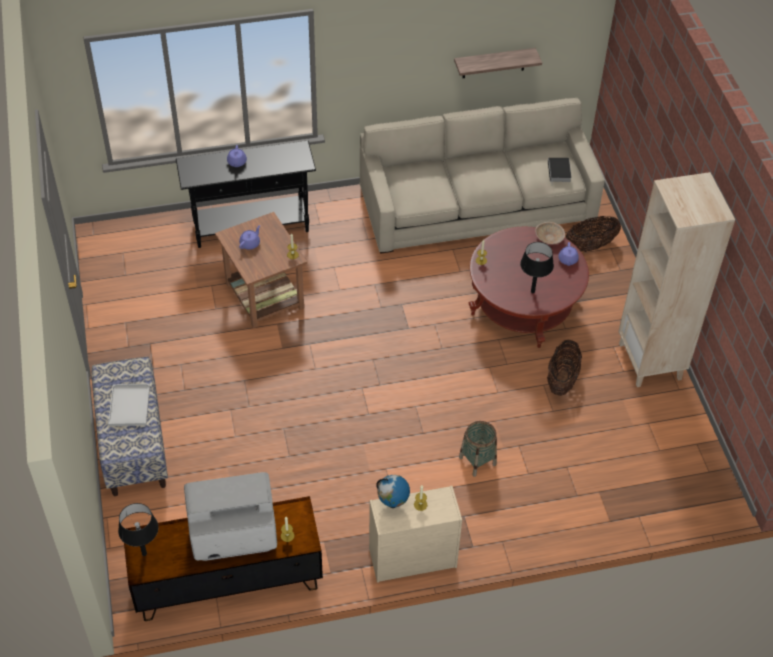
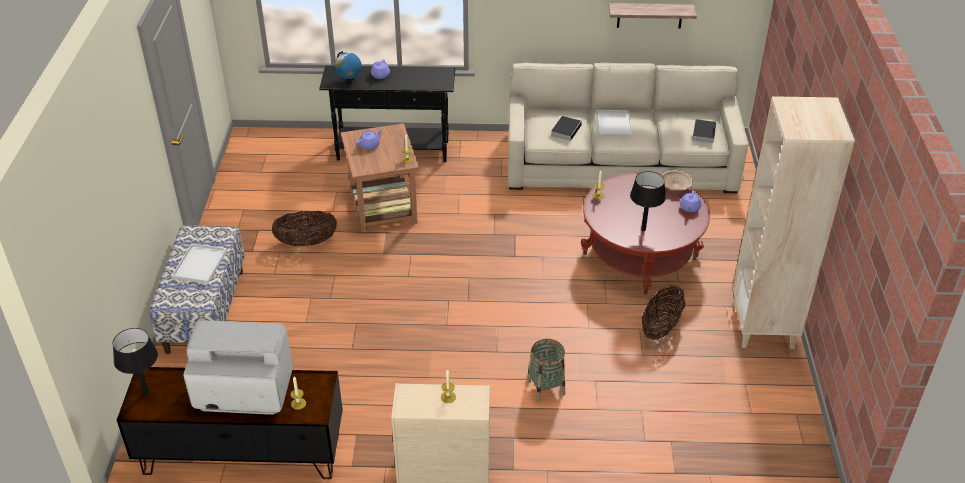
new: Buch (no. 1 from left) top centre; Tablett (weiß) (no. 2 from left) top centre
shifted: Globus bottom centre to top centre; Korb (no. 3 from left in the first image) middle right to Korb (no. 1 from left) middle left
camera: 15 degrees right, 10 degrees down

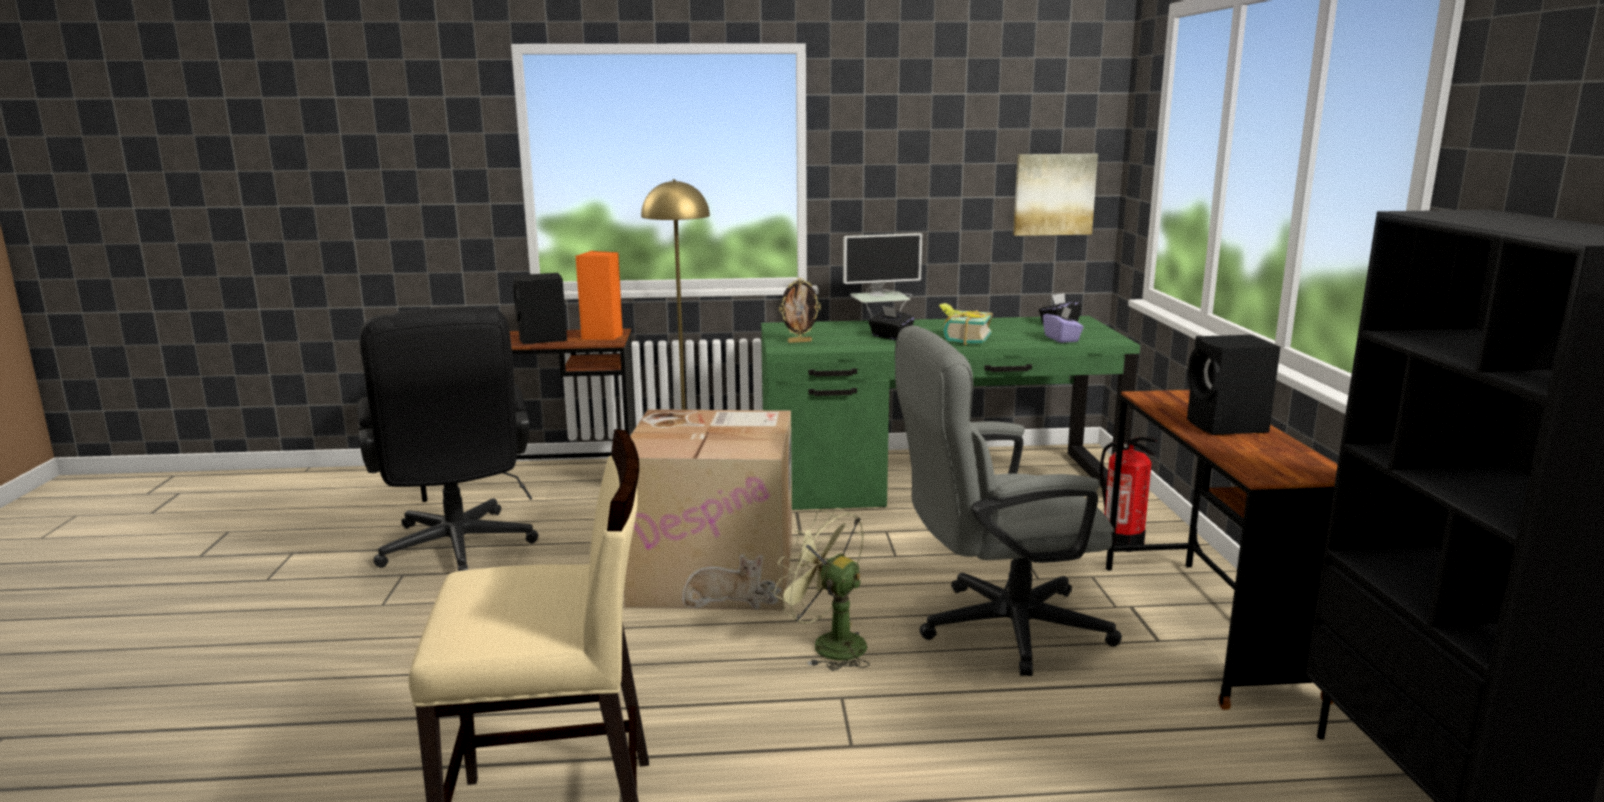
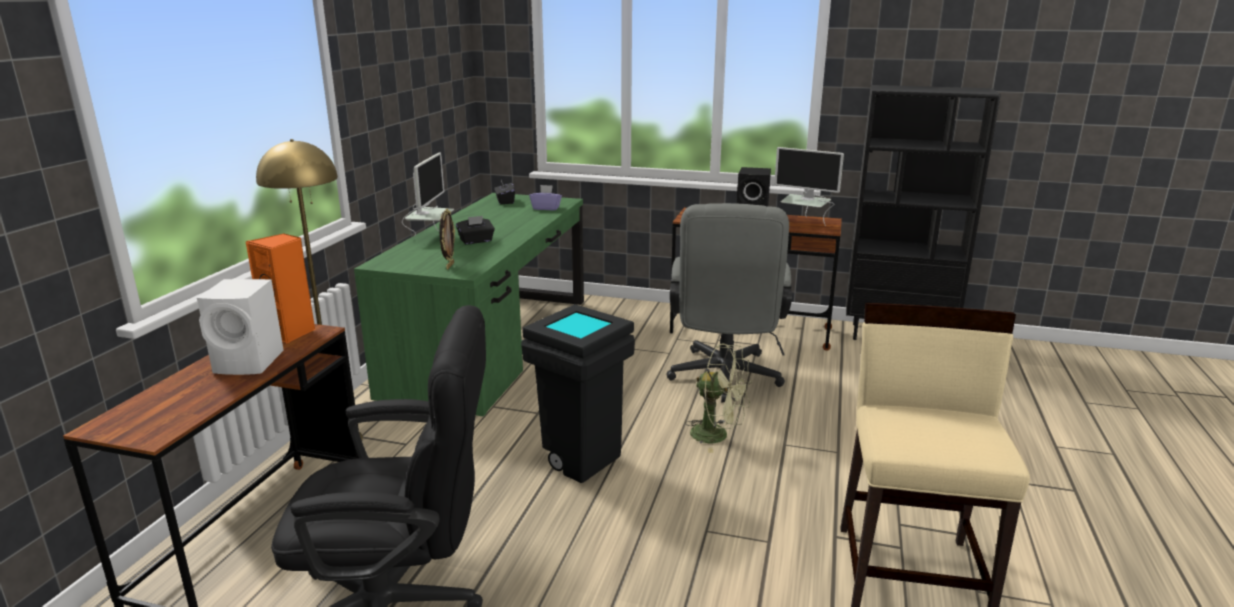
gone: Buch centre; Bild top centre; Feuerlöscher middle right
new: Monitor (no. 2 from left) top centre
swapped: Karton centre to Mülleimer (schwarz) centre
repainted: Lautsprecher (schwarz) (no. 1 from left) centre to Lautsprecher (weiß) middle left
rotated: Ventilator (grün) bottom centre = centre 120 degrees counterclockwise
camera: 70 degrees left, 5 degrees up

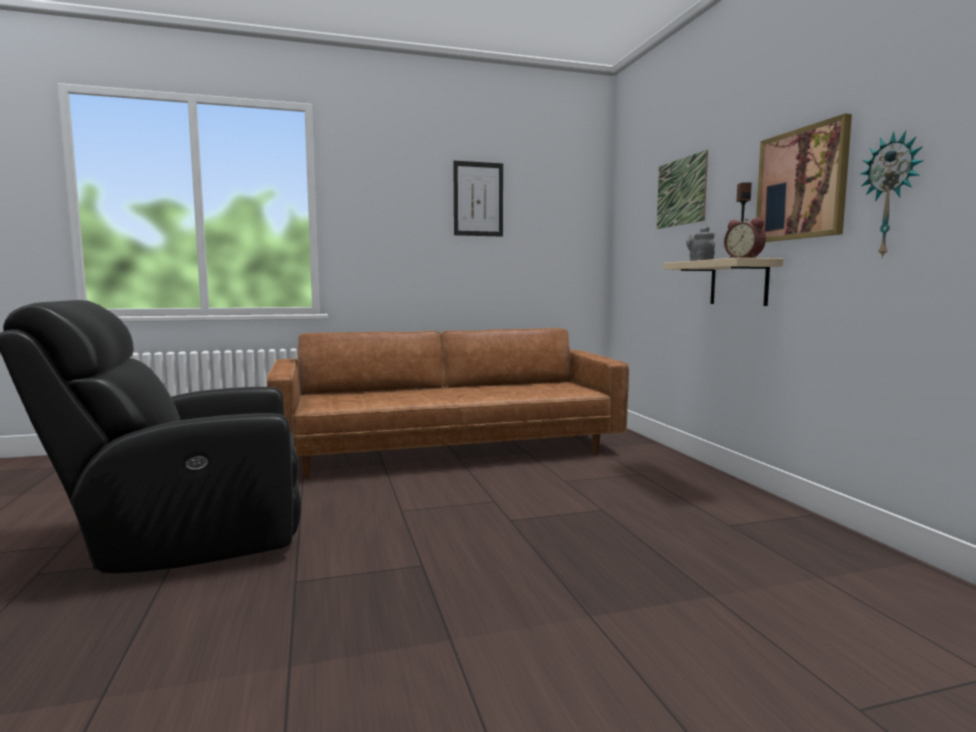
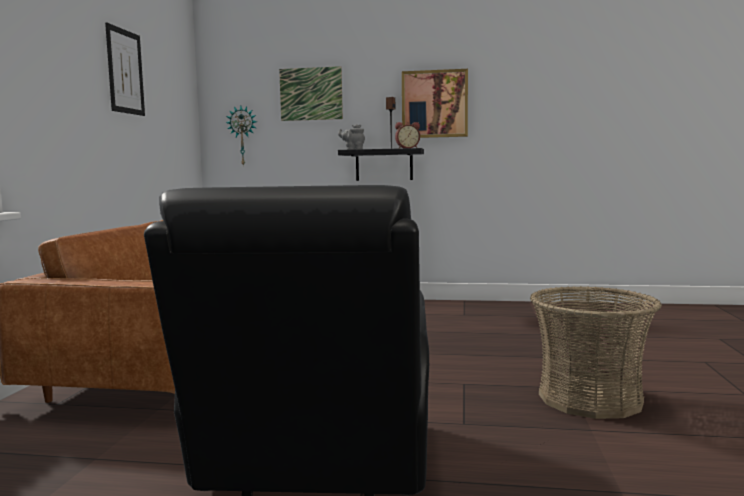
new: Korb bottom right
shifted: Wanduhr top right to top left
repainted: Wandregal (beige) middle right to Wandregal (schwarz) top centre
camera: 65 degrees left, 0 degrees up

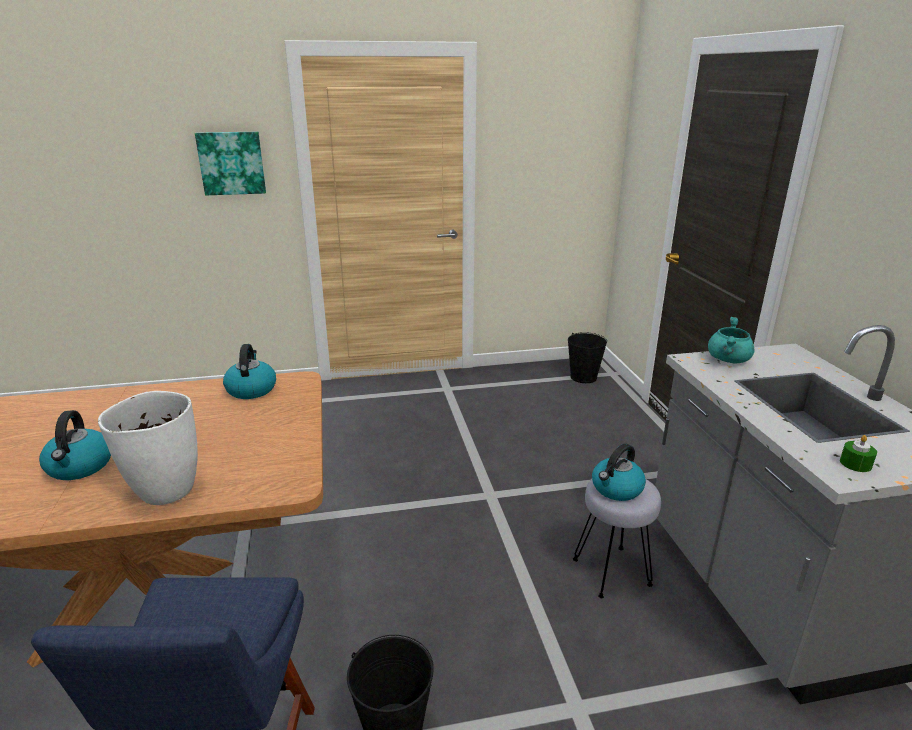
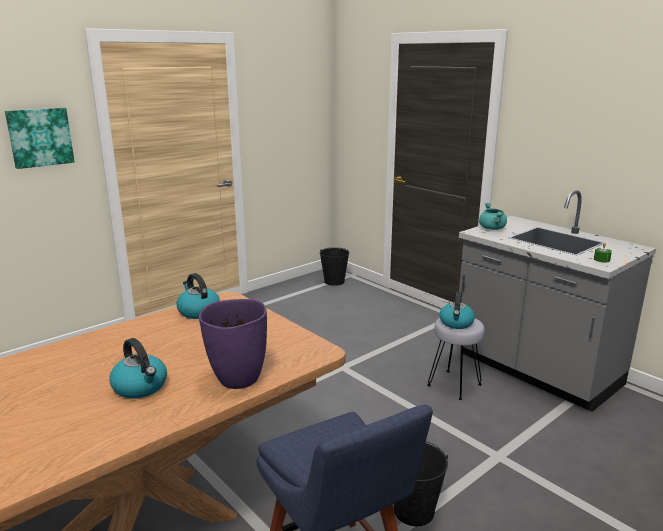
repainted: Vase (weiß) middle left to Vase (lila) centre
camera: 30 degrees left, 5 degrees down

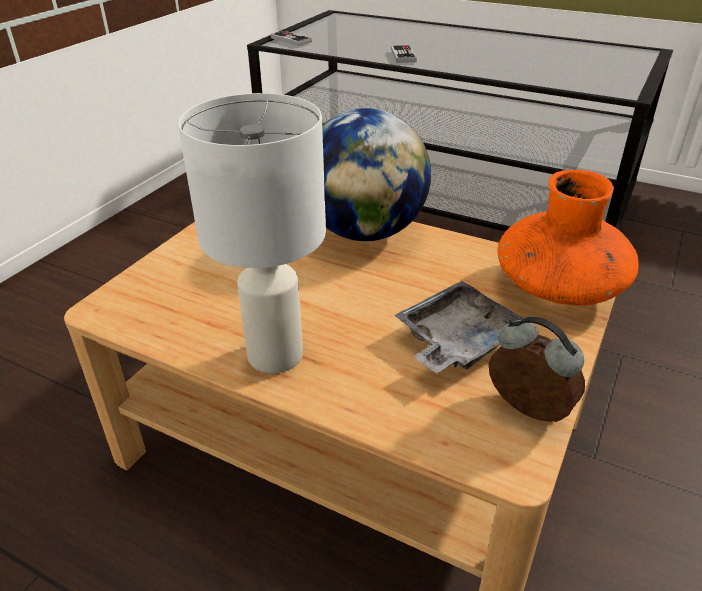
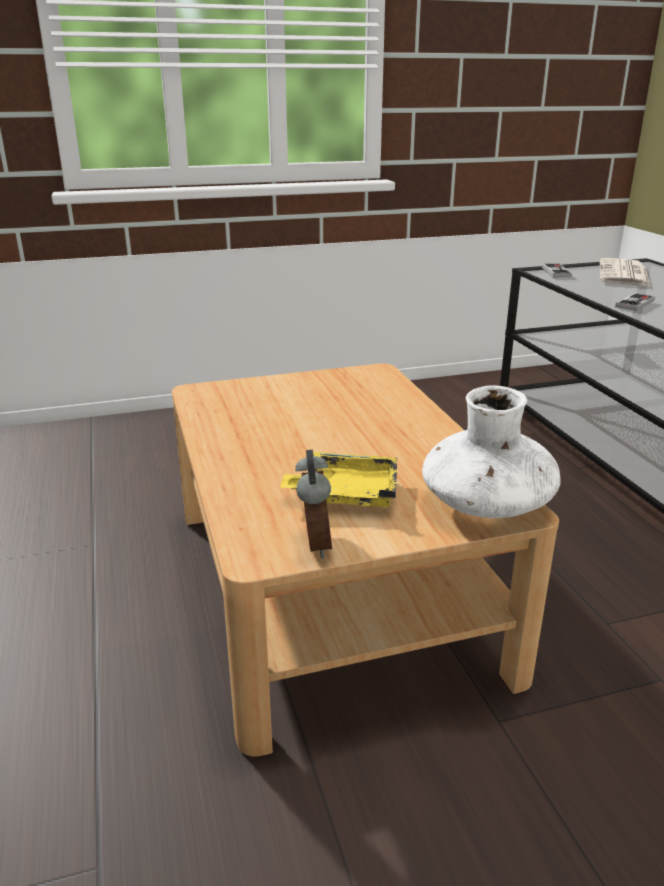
gone: Tischlampe (weiß) centre; Globus top centre
new: Zeitung top right
repainted: Tablett (grau) centre to Tablett (gelb) centre; Vase (orange) middle right to Vase (weiß) middle right
camera: 45 degrees right, 10 degrees down

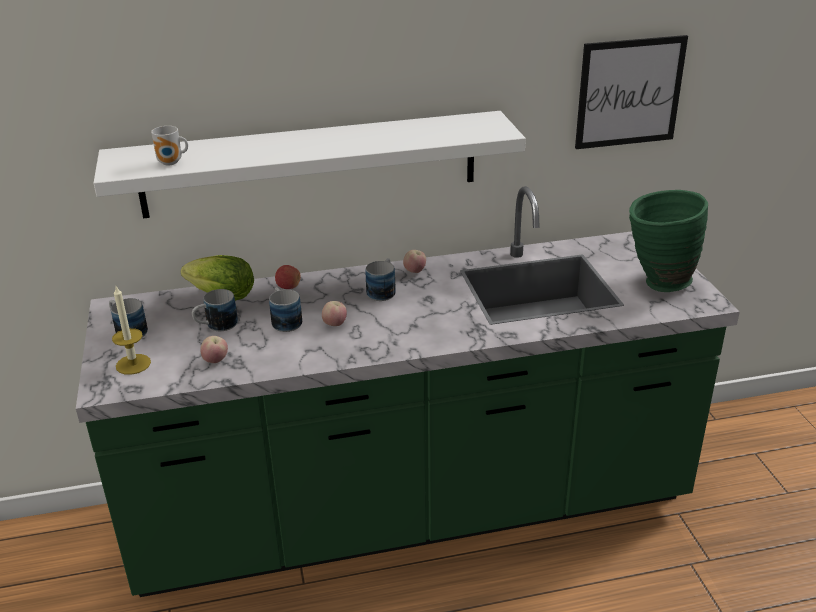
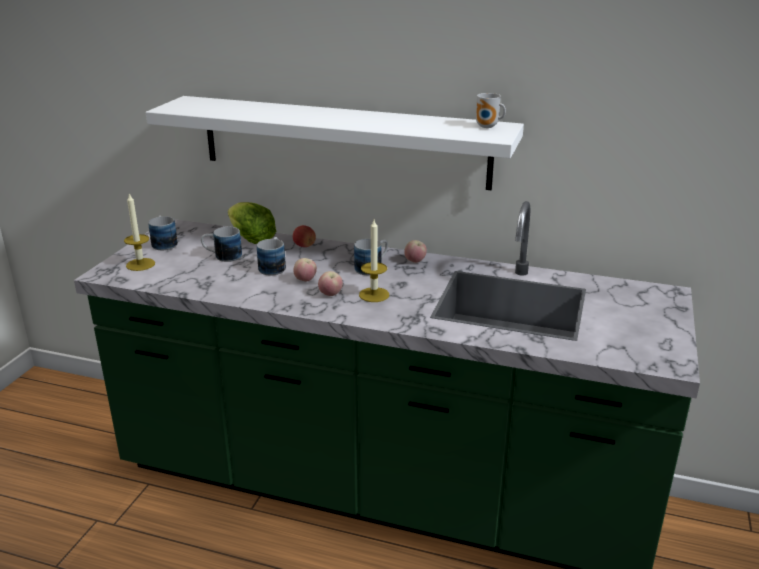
gone: Bild top right; Vase (grün) middle right
new: Kerze (no. 2 from left) centre
shifted: Henkelbecher (no. 2 from left in the first image) top left to Henkelbecher (no. 5 from left) top centre; Apfel (no. 1 from left in the first image) middle left to Apfel (no. 3 from left) centre
camera: 30 degrees right, 5 degrees down

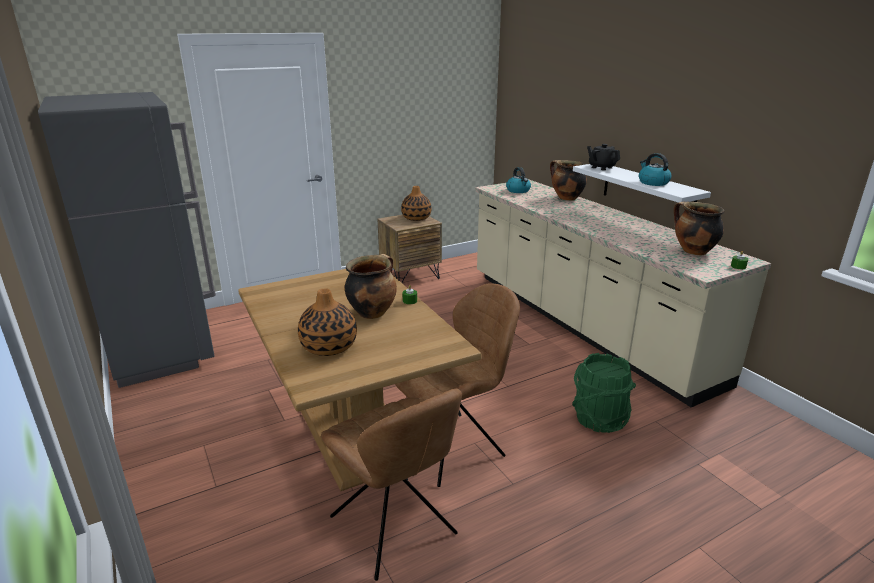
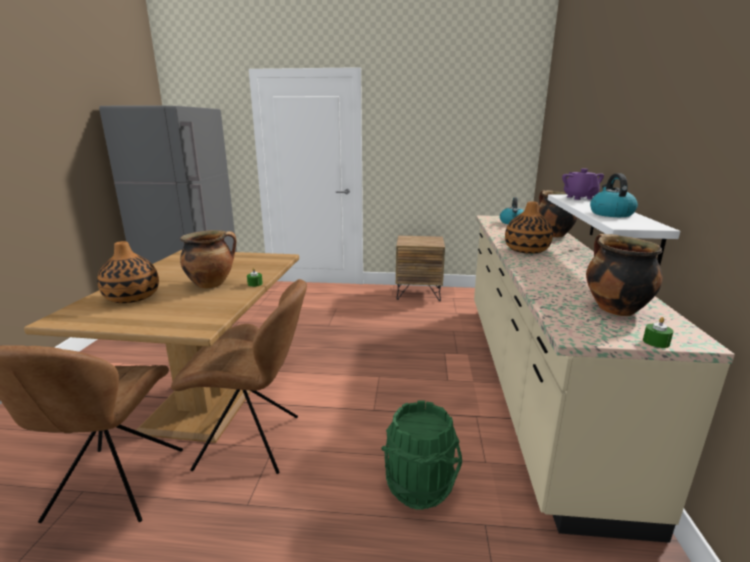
shifted: Vase (no. 2 from left) centre to middle right
repainted: Teekanne (schwarz) top right to Teekanne (lila) top right
camera: 35 degrees right, 5 degrees down

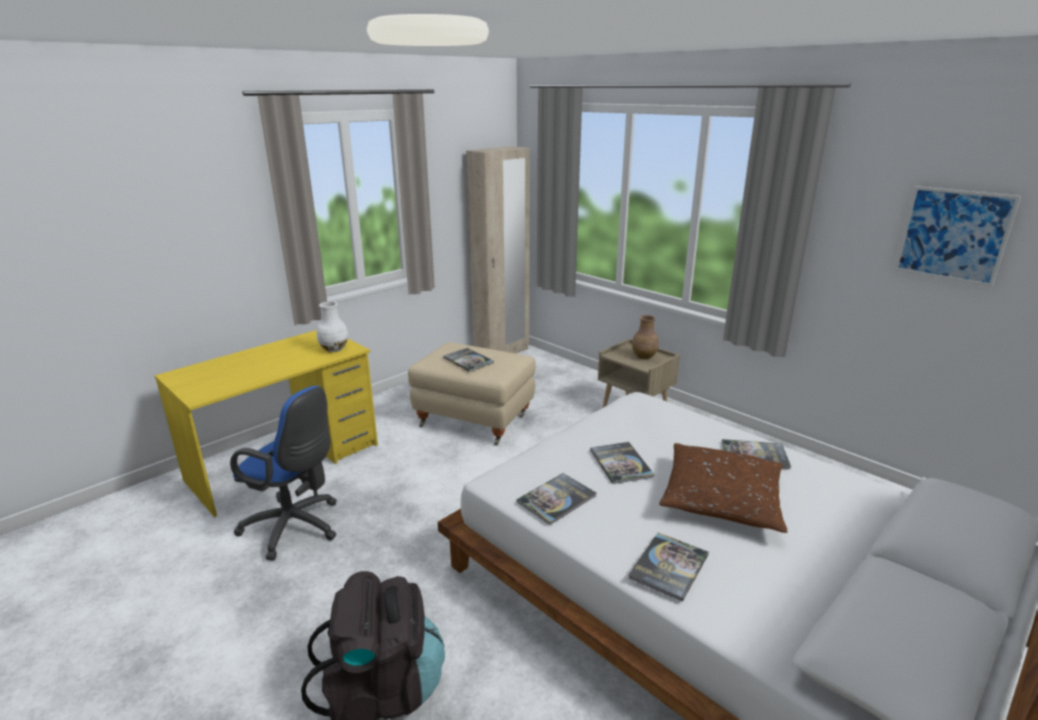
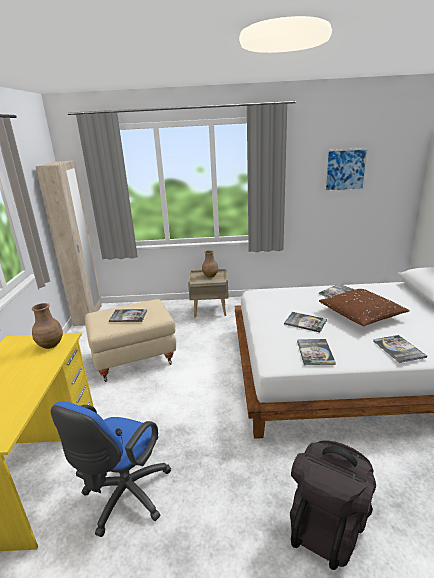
repainted: Vase (weiß) middle left to Vase (braun) (no. 1 from left) middle left
rotated: Bürostuhl (blau) middle left = bottom left 135 degrees clockwise
camera: 45 degrees left, 0 degrees up

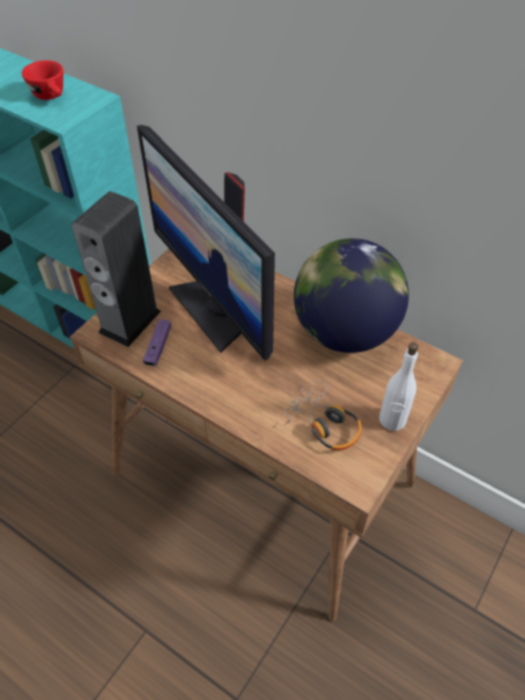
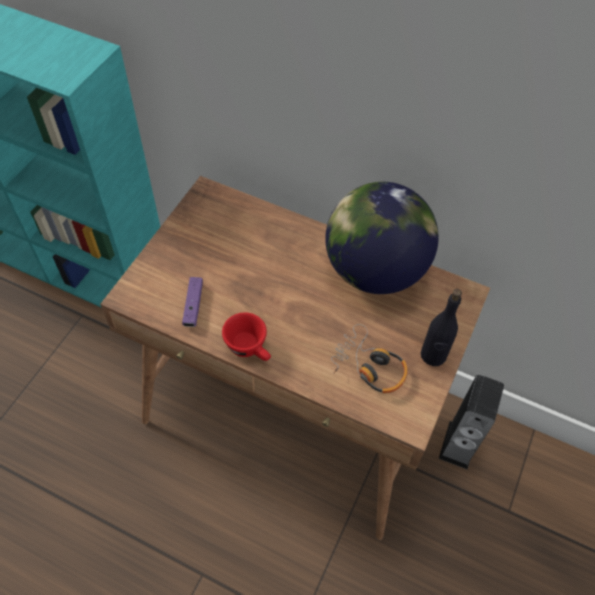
gone: Monitor centre
shifted: Tasse (rot) top left to centre; Lautsprecher middle left to bottom right
repainted: Flasche (weiß) middle right to Flasche (schwarz) middle right
camera: 10 degrees left, 5 degrees up

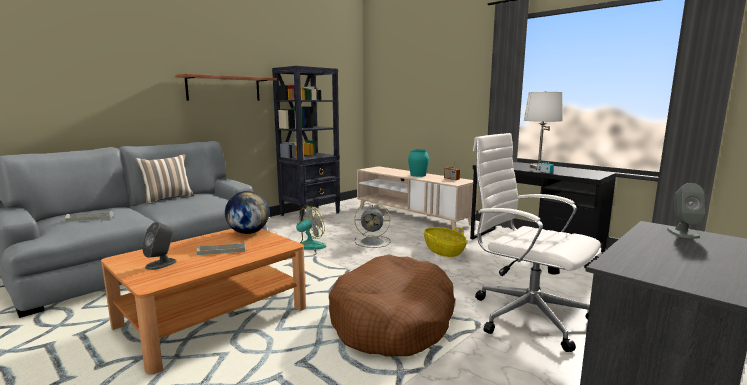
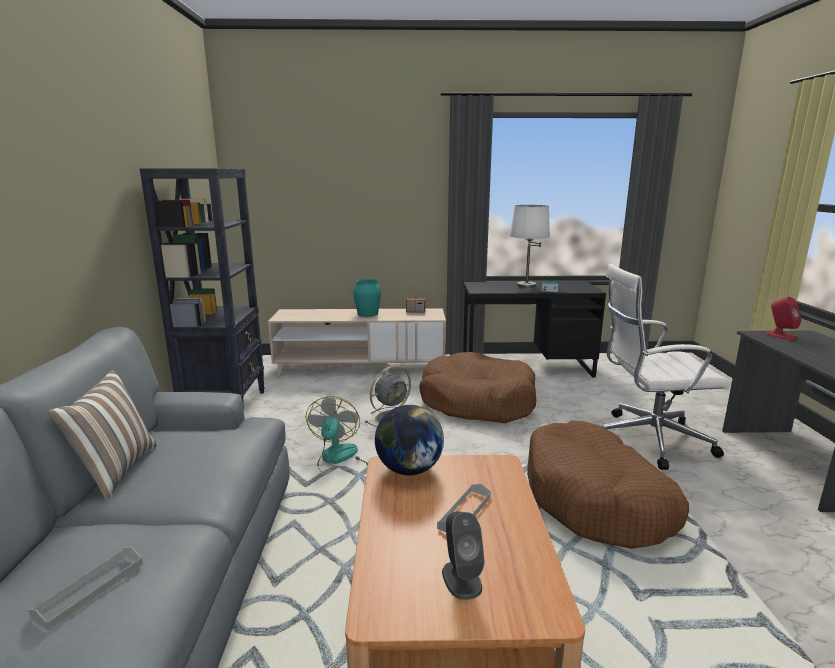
gone: Wandregal top left
swapped: Korb centre to Hundebett (braun) (no. 1 from left) centre
repainted: Lautsprecher (grau) (no. 2 from left) middle right to Lautsprecher (rot) middle right
camera: 45 degrees left, 5 degrees up

